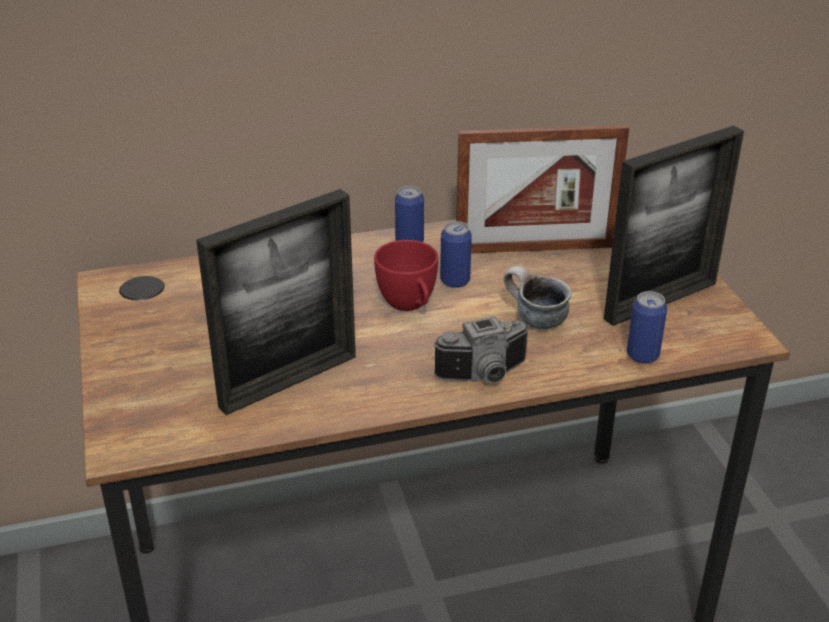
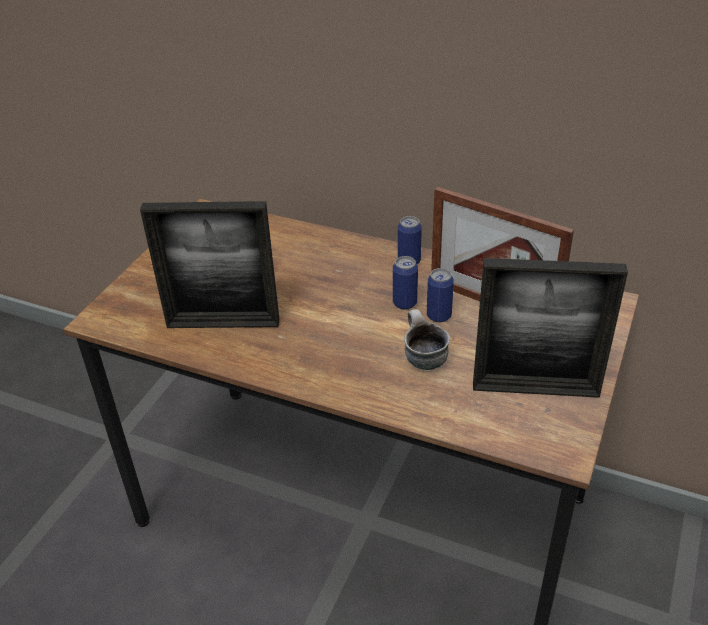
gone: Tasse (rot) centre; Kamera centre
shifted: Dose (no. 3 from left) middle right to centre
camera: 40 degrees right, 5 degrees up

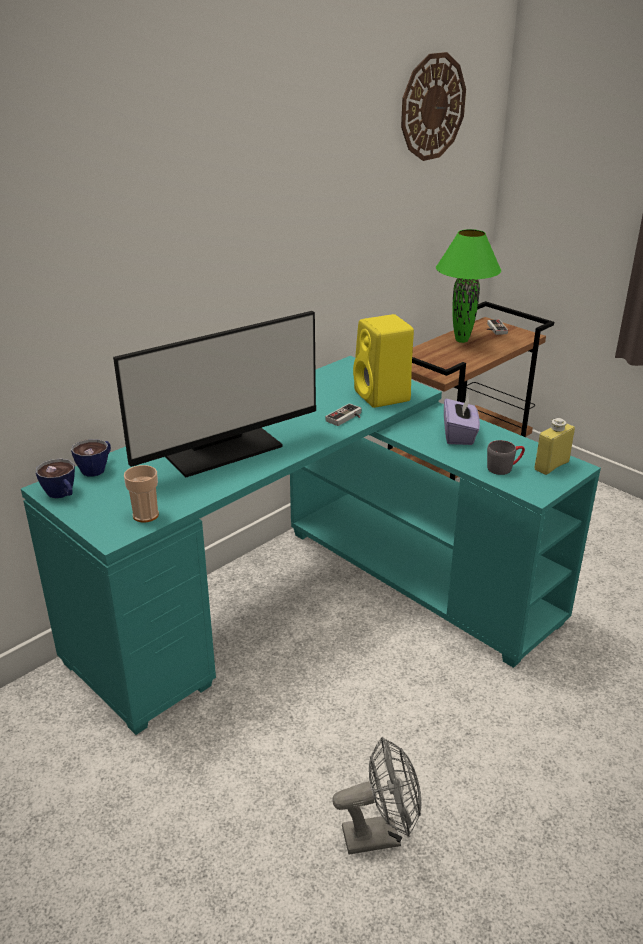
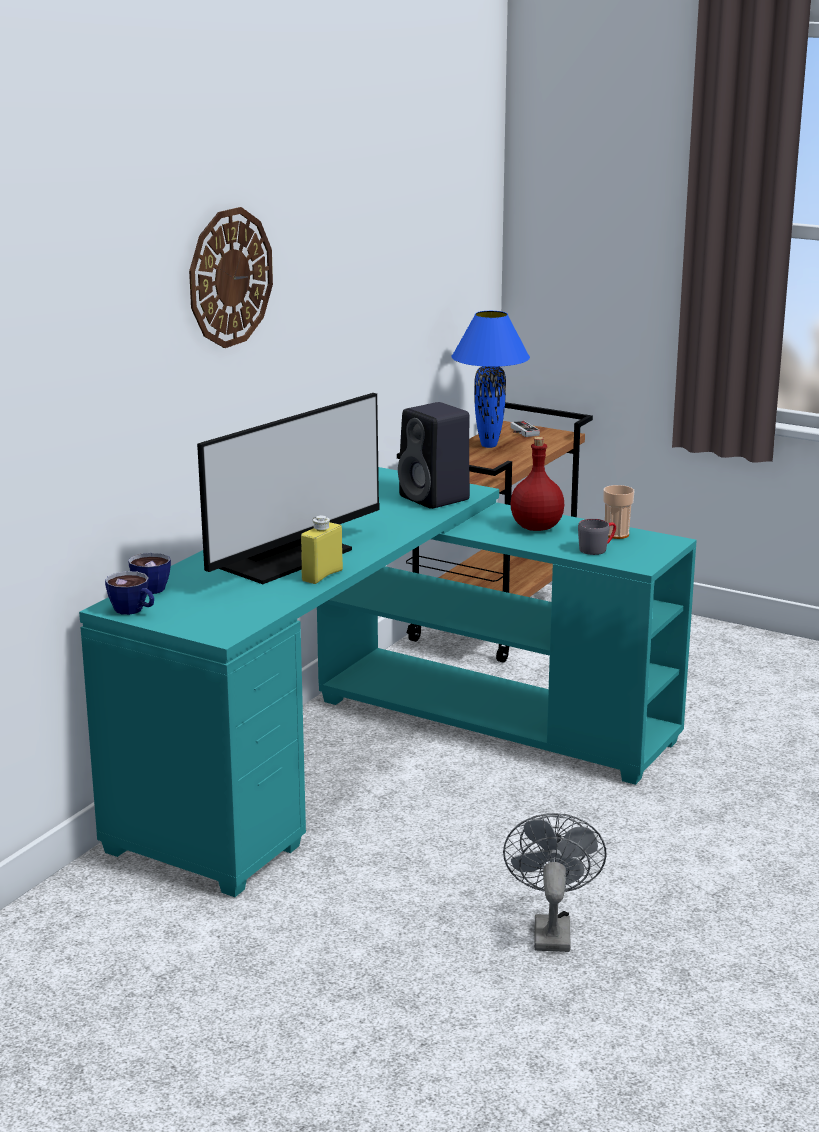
gone: Gamepad (no. 1 from left) centre
shifted: Tasse (no. 3 from left) middle left to middle right; Wanduhr top right to top left; Flasche (gelb) middle right to centre
swapped: Taschentuchbox (lila) middle right to Flasche (rot) centre
repainted: Lautsprecher (gelb) centre to Lautsprecher (schwarz) centre; Tischlampe (grün) top right to Tischlampe (blau) centre
rotated: Ventilator (grau) bottom centre = bottom right 60 degrees counterclockwise
camera: 15 degrees left, 10 degrees down

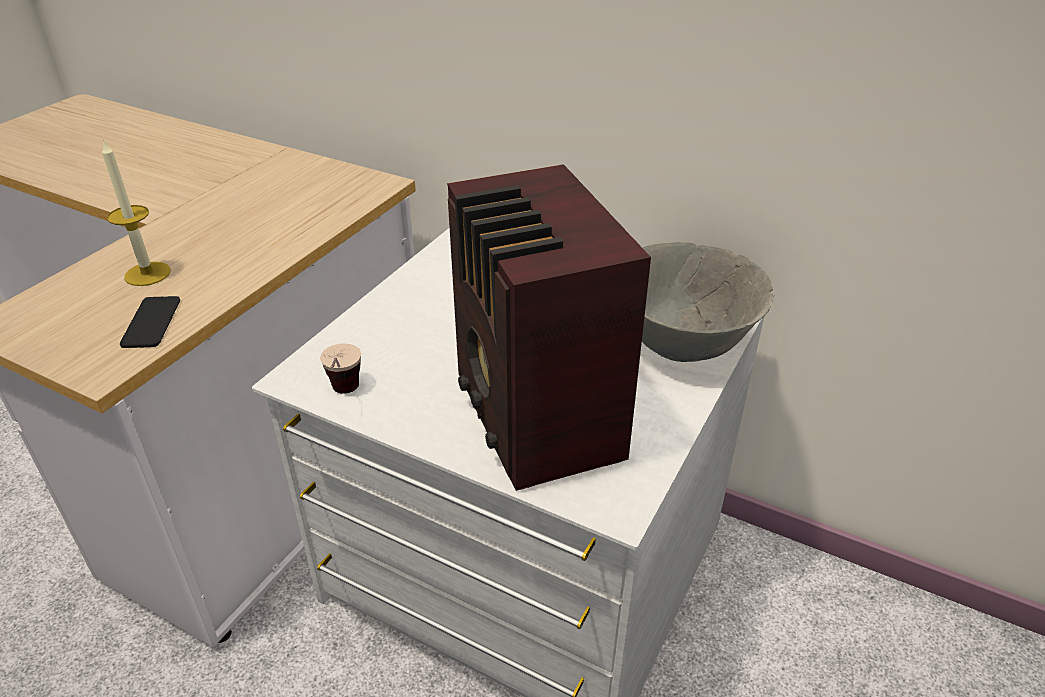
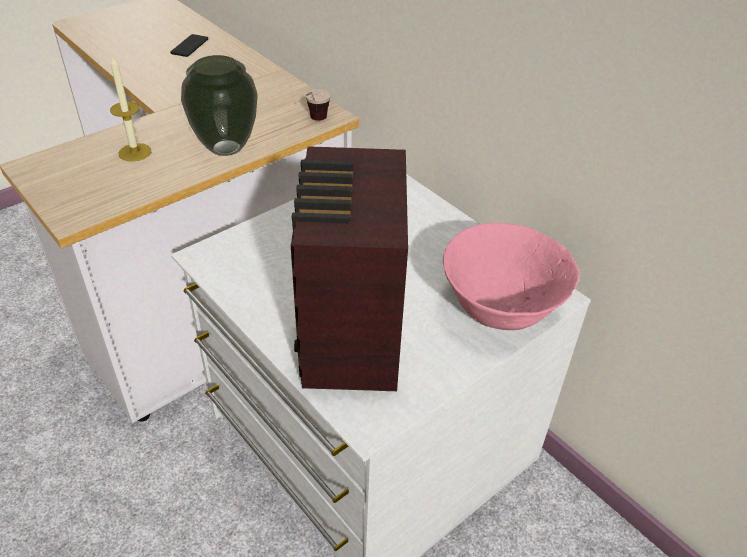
new: Vase top left
shifted: Handy middle left to top left; Tasse middle left to top centre
repainted: Schüssel (grau) middle right to Schüssel (rosa) middle right
camera: 20 degrees right, 5 degrees up

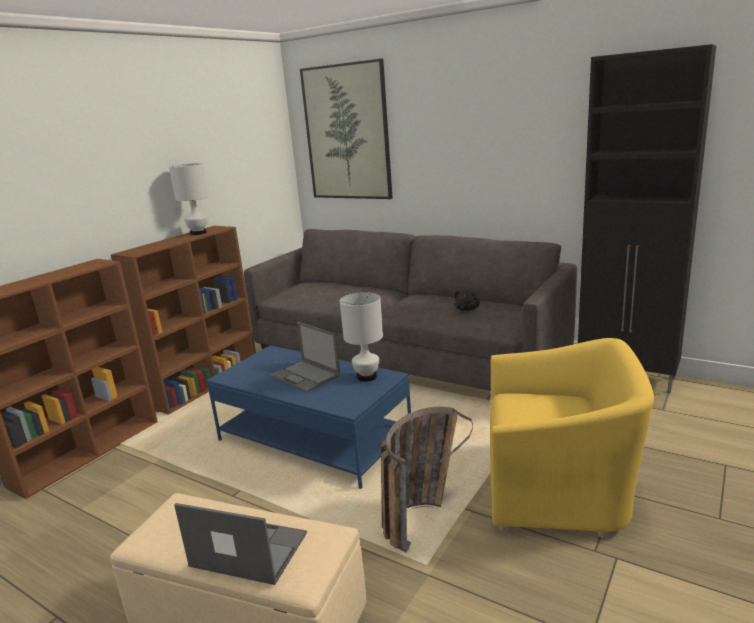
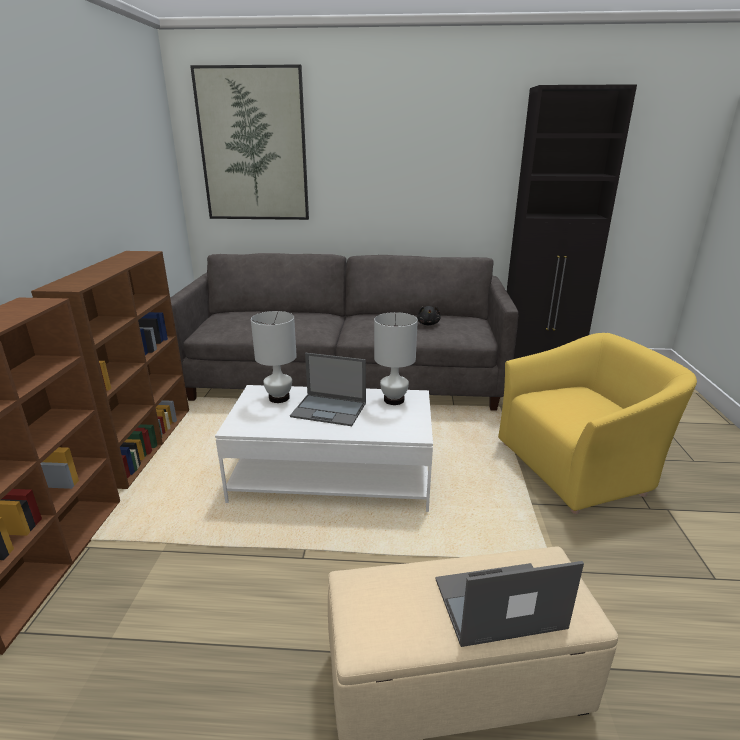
gone: Korb bottom centre
shifted: Tischlampe (weiß) (no. 1 from left) top left to centre
repainted: Couchtisch (blau) bottom centre to Couchtisch (weiß) centre
camera: 30 degrees left, 5 degrees up

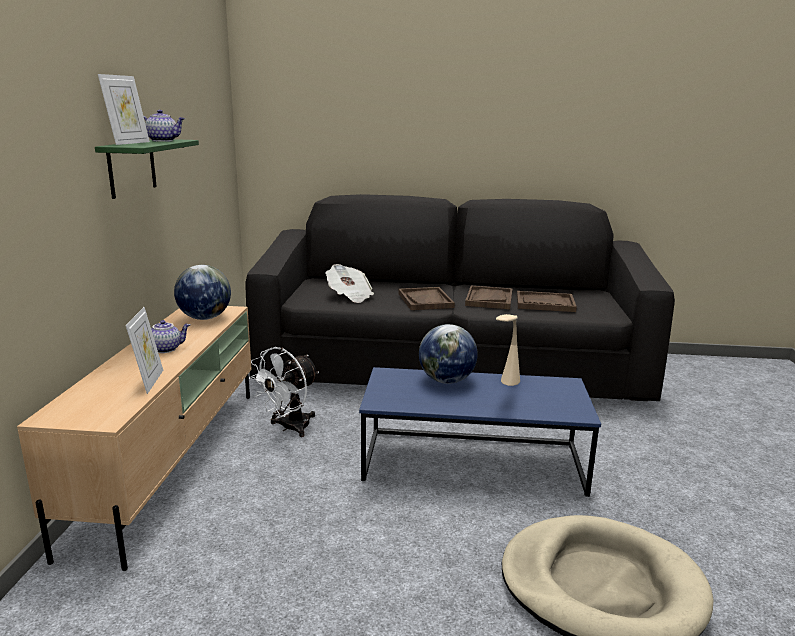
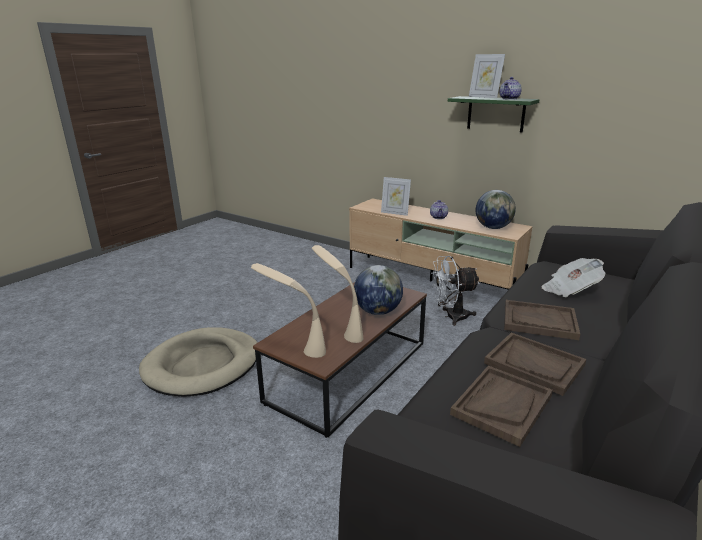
new: Tischlampe (beige) (no. 1 from left) centre
repainted: Couchtisch (blau) bottom centre to Couchtisch (braun) bottom centre
rotated: Ventilator (weiß) centre = centre 75 degrees counterclockwise
camera: 120 degrees right, 5 degrees up

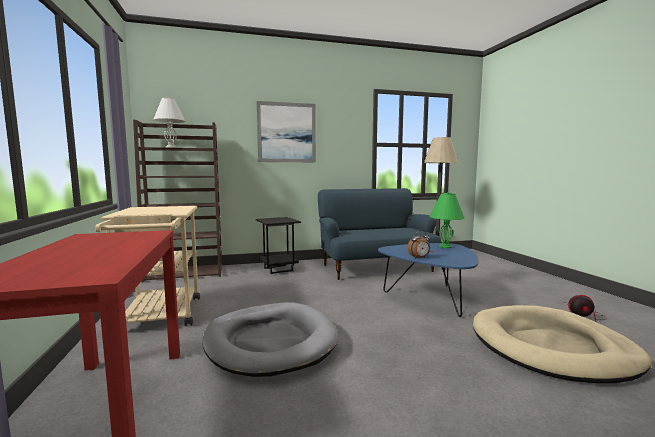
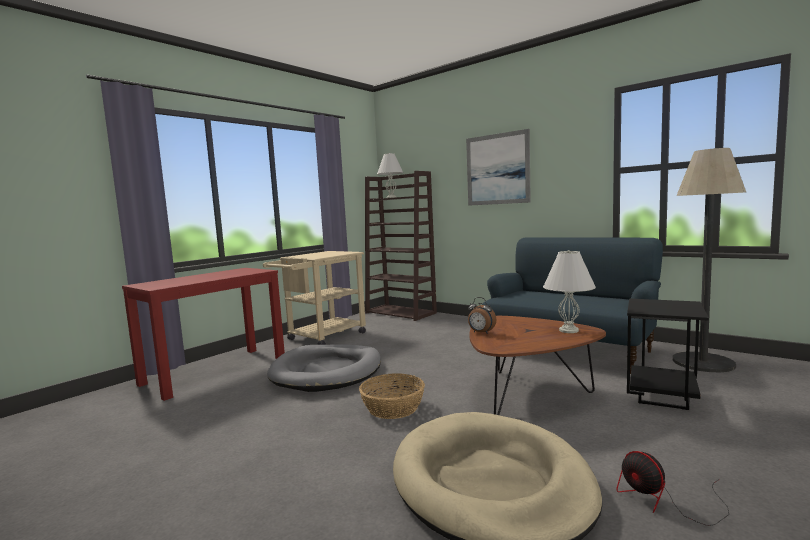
new: Korb bottom centre
shifted: Beistelltisch (schwarz) centre to middle right
repainted: Couchtisch (blau) centre to Couchtisch (braun) bottom centre; Tischlampe (grün) middle right to Tischlampe (weiß) (no. 2 from left) middle right
camera: 55 degrees right, 0 degrees up

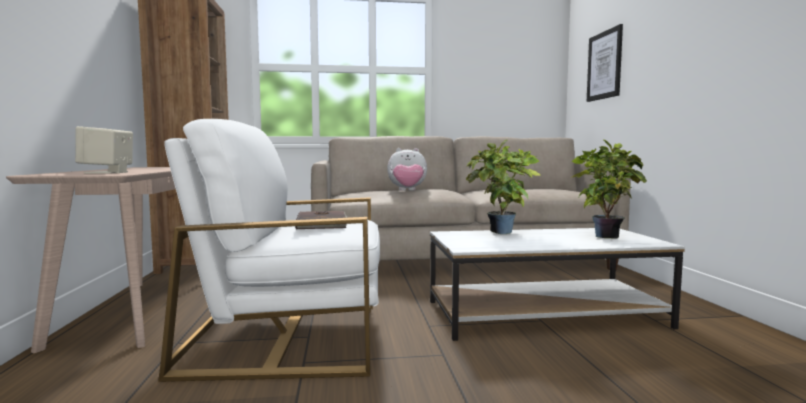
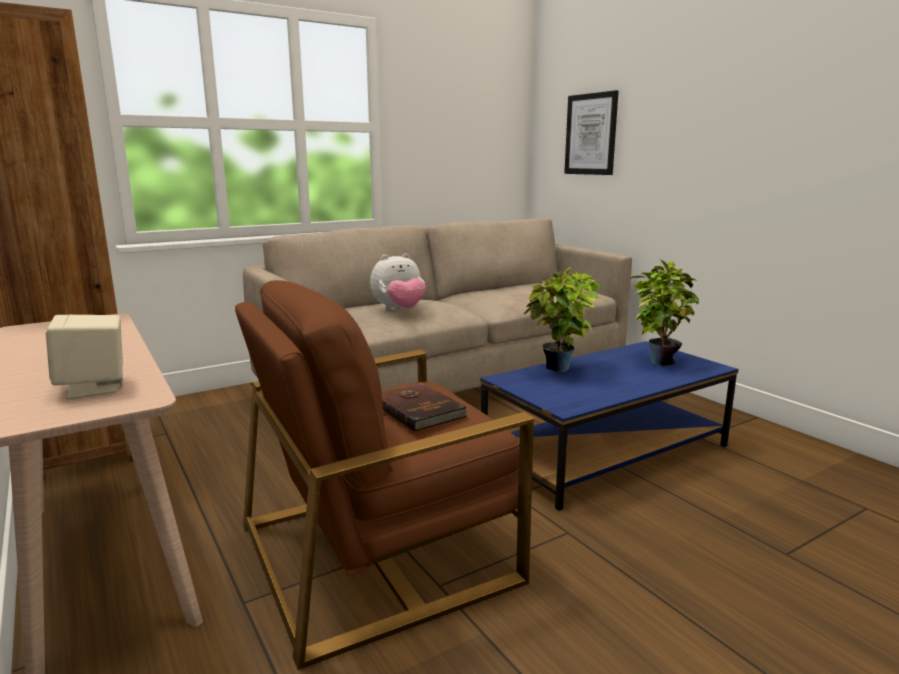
repainted: Sessel (weiß) centre to Sessel (braun) bottom centre; Couchtisch (weiß) bottom right to Couchtisch (blau) middle right
camera: 25 degrees left, 10 degrees up

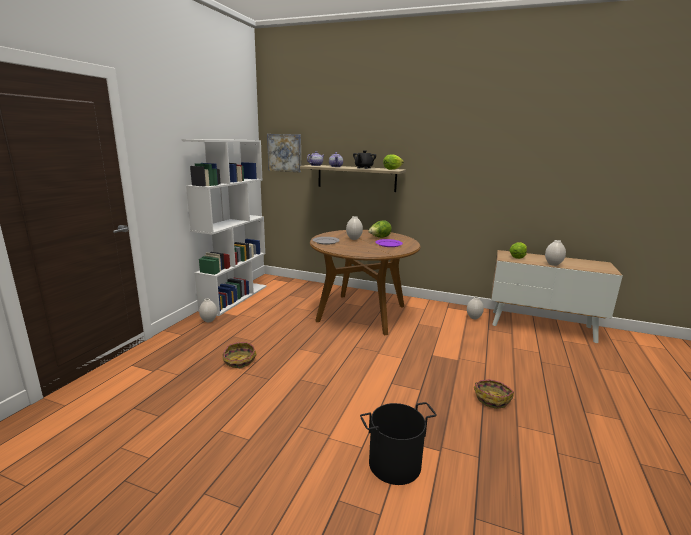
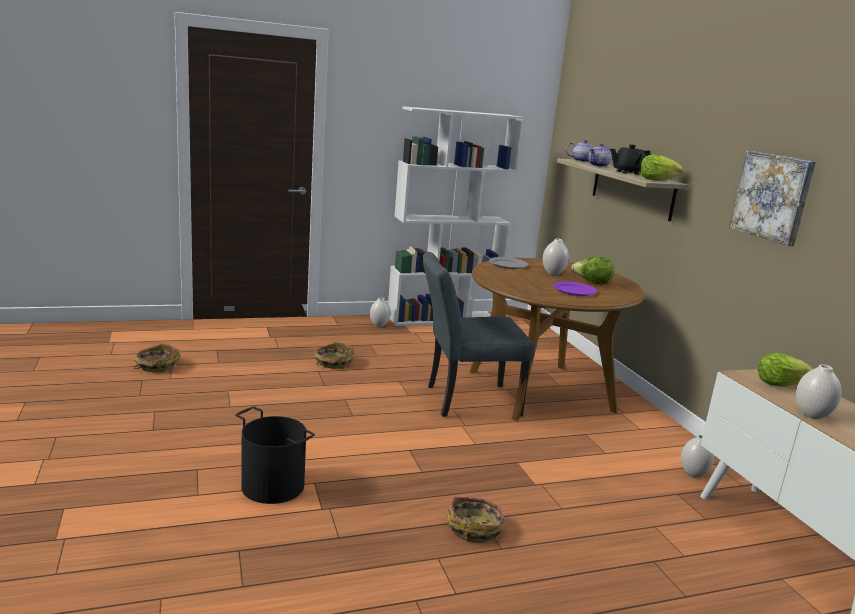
new: Korb (no. 1 from left) middle left; Stuhl (grau) centre
shifted: Bild top centre to top right
camera: 50 degrees right, 0 degrees up

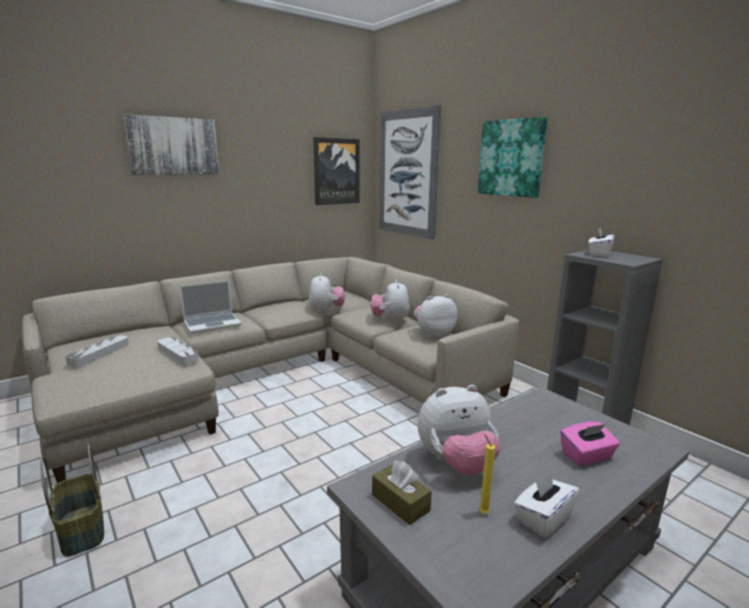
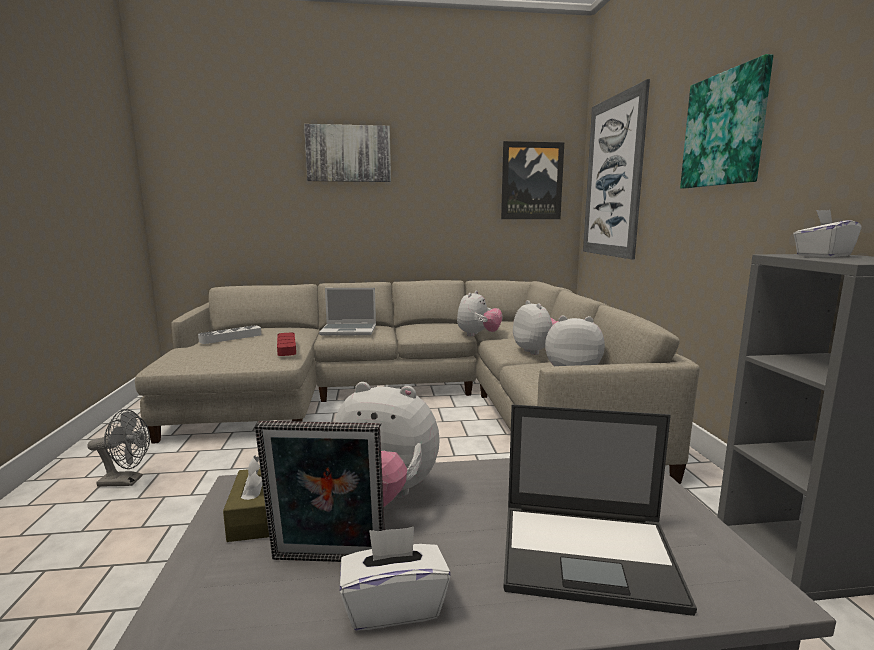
swapped: Korb bottom left to Ventilator (grau) bottom left; Kerze (gelb) bottom centre to Bilderrahmen bottom centre; Taschentuchbox (rosa) bottom right to Laptop (no. 2 from left) bottom right
repainted: Tablett (grau) (no. 2 from left) middle left to Tablett (rot) middle left
rotated: Plüschtier (no. 2 from left in the first image) centre = centre 135 degrees clockwise
camera: 30 degrees right, 5 degrees down

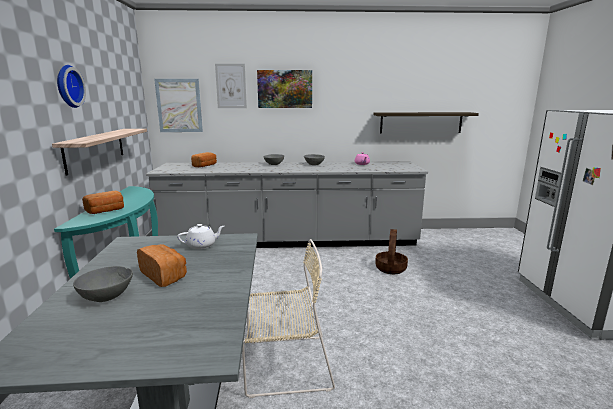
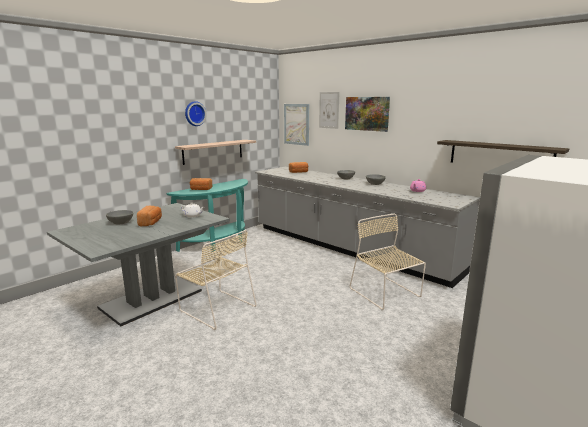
swapped: Korb centre to Stuhl (beige) (no. 2 from left) centre
camera: 45 degrees right, 0 degrees up

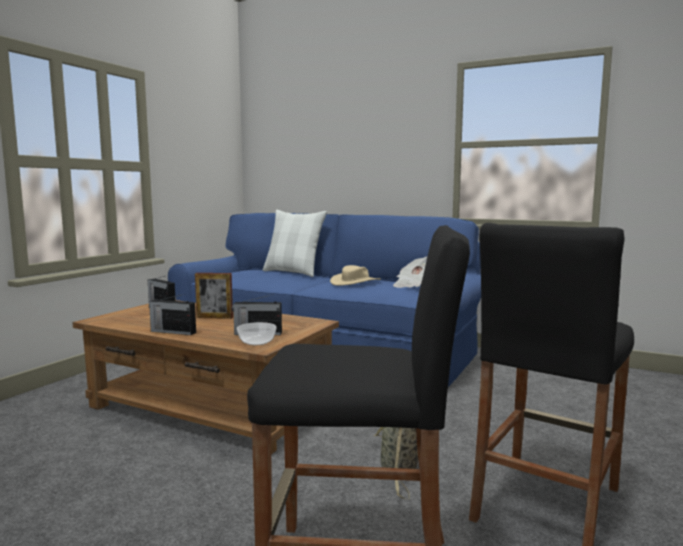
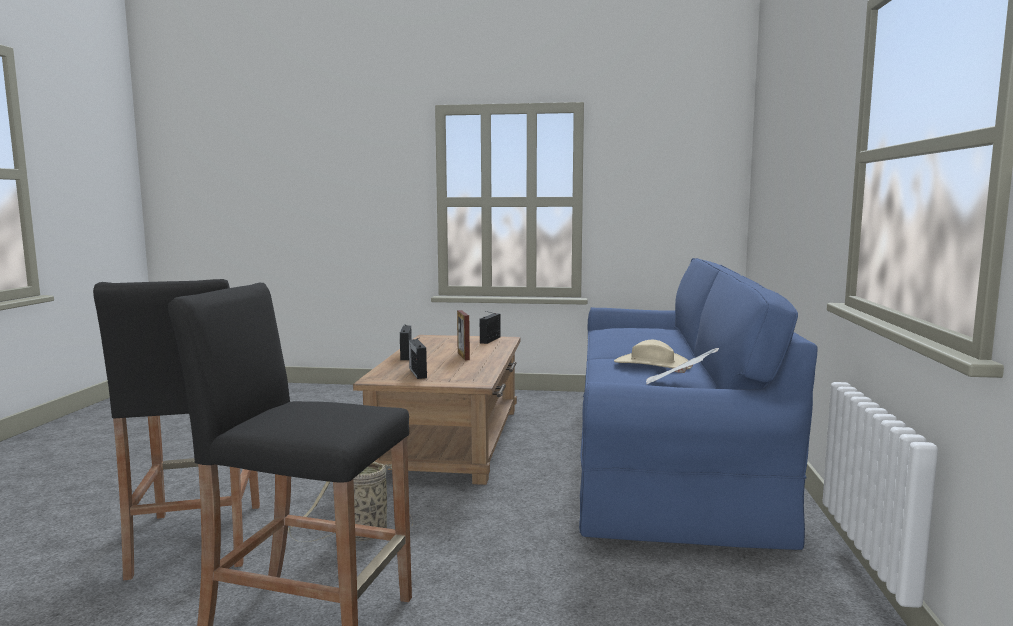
gone: Schüssel centre; Kissen (weiß) centre
camera: 70 degrees right, 0 degrees up

